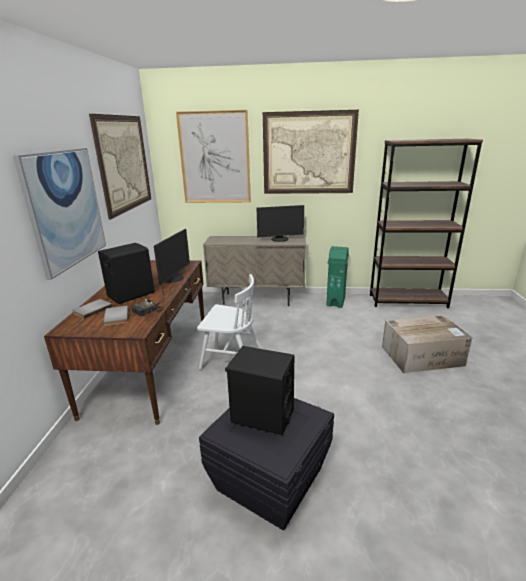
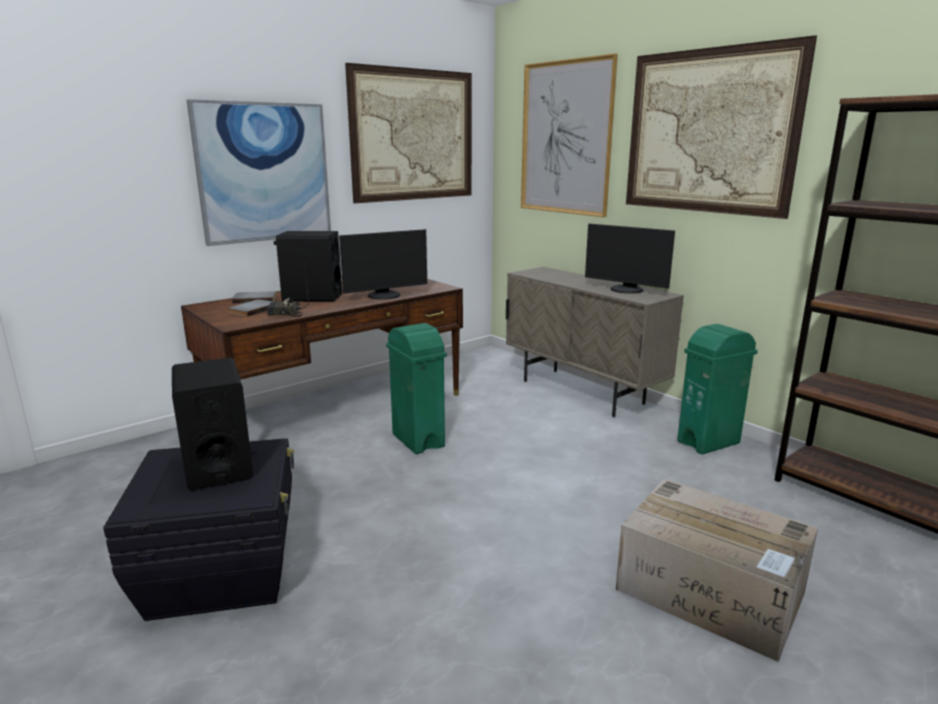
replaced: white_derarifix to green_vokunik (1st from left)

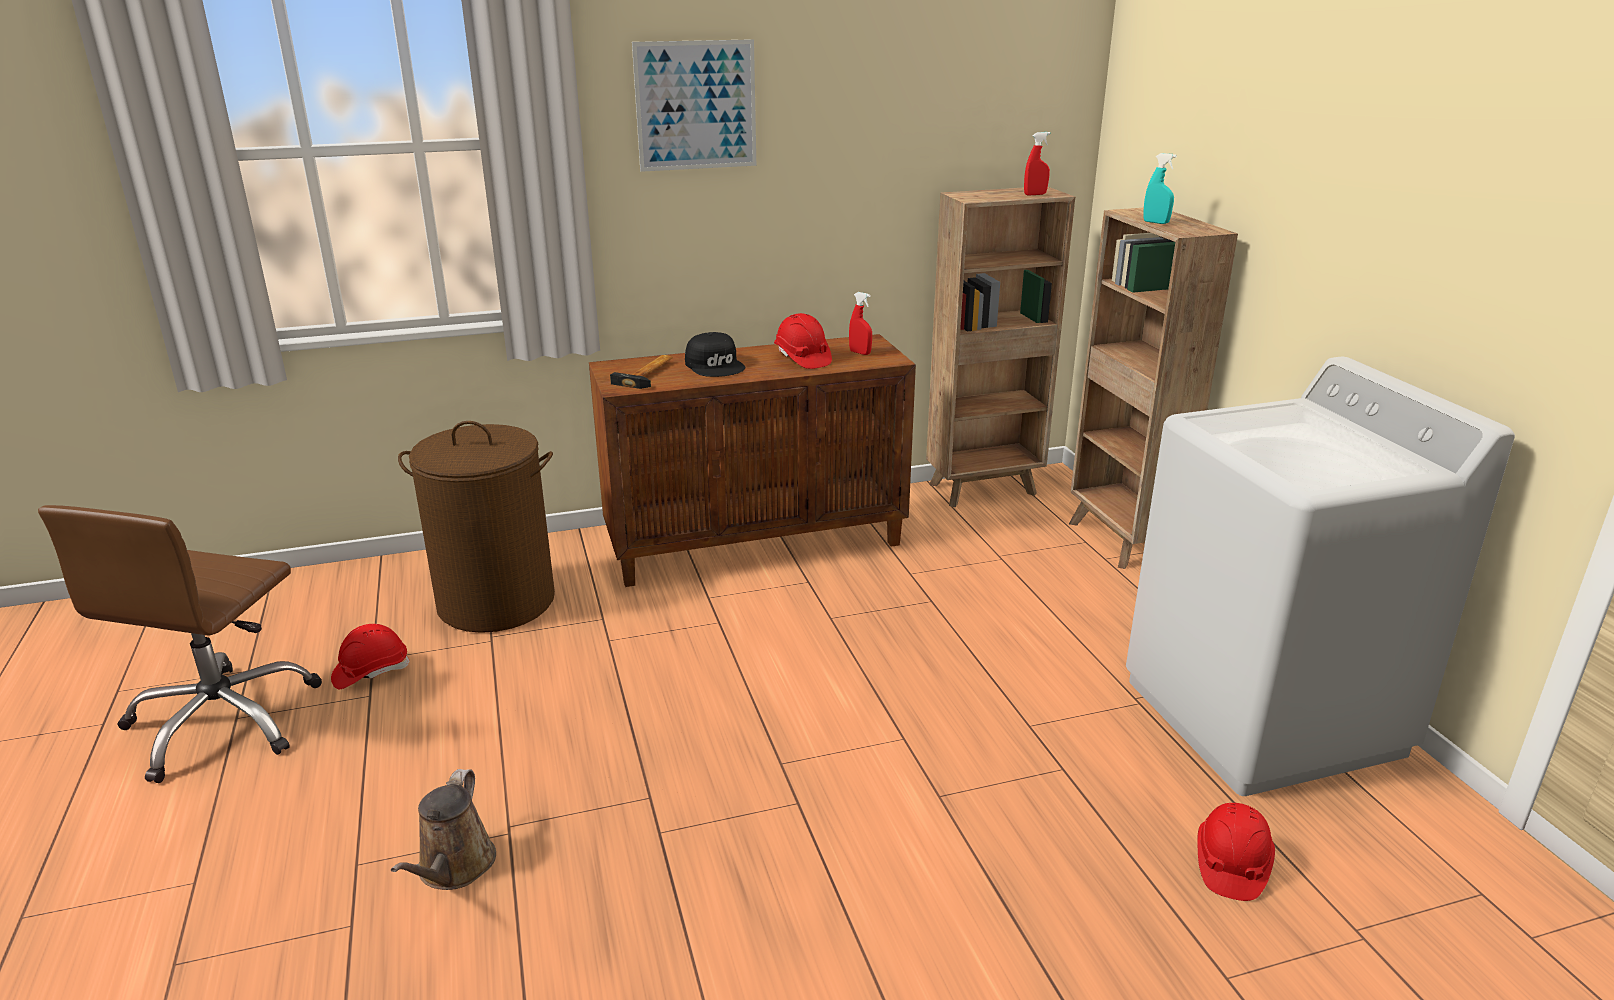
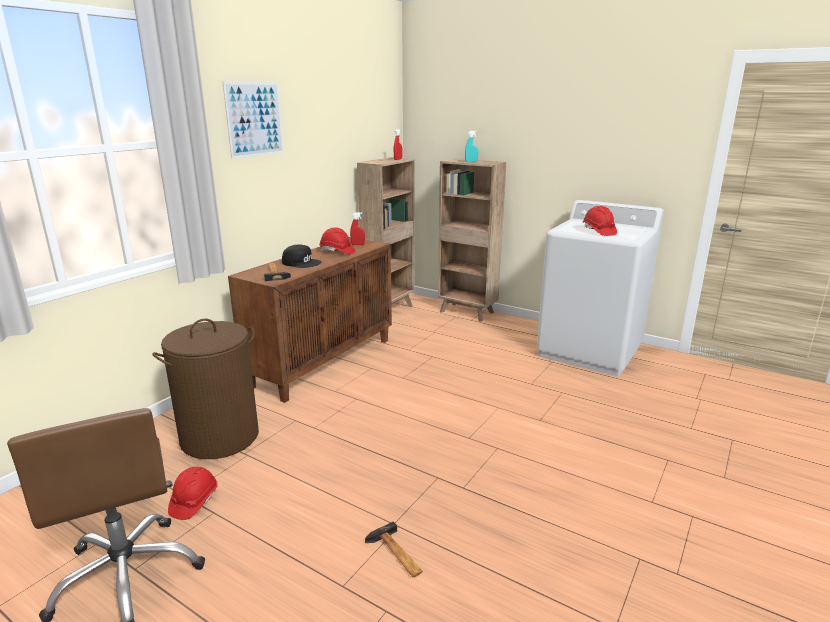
moved: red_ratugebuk (3rd from left)
replaced: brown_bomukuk to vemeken (2nd from left)

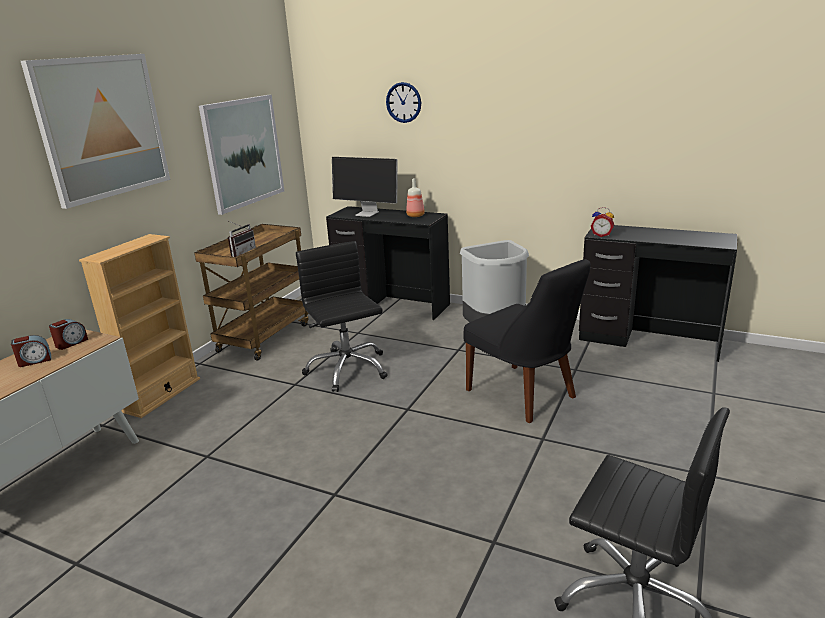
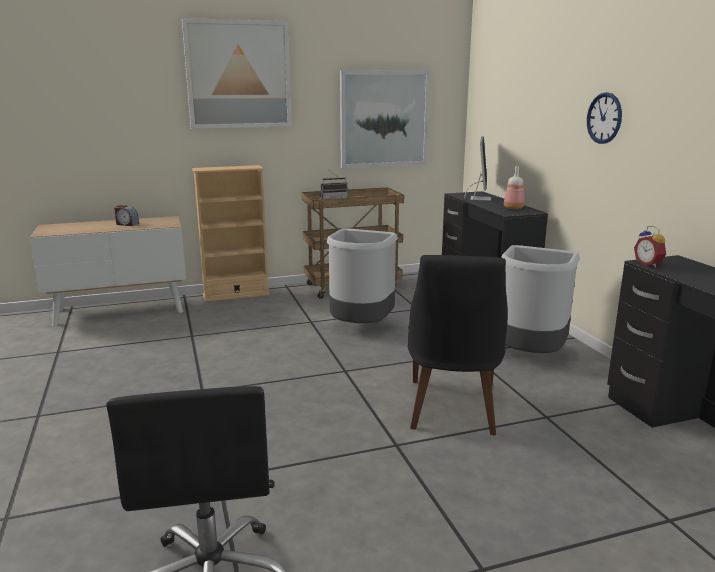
removed: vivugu (2nd from left)
moved: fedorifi
replaced: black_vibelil (1st from left) to grey_vokunik (1st from left)
turned: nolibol 150 degrees counterclockwise

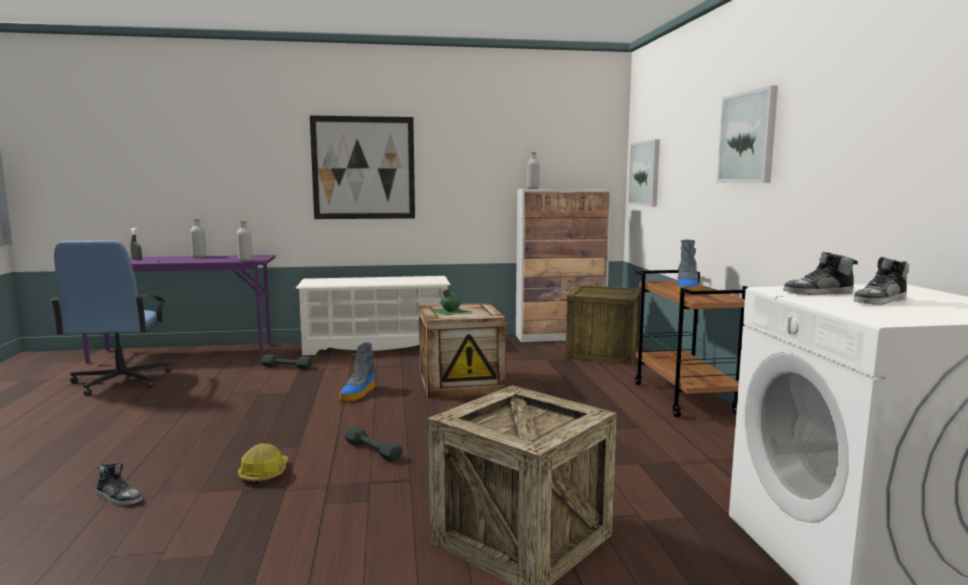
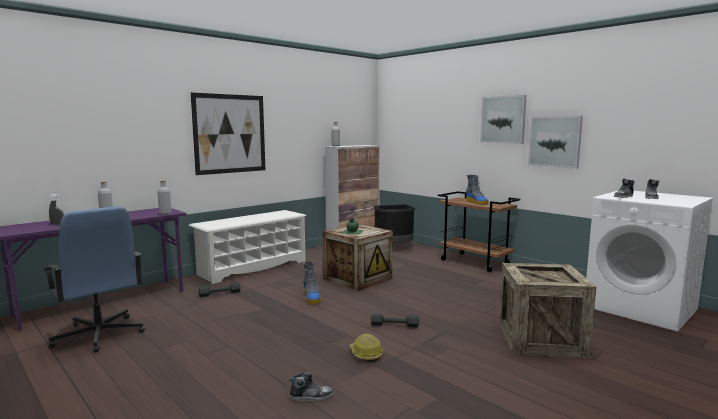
moved: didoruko (2nd from left in the first image) to didoruko (3rd from left)
replaced: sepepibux (3rd from left) to black_vokunik

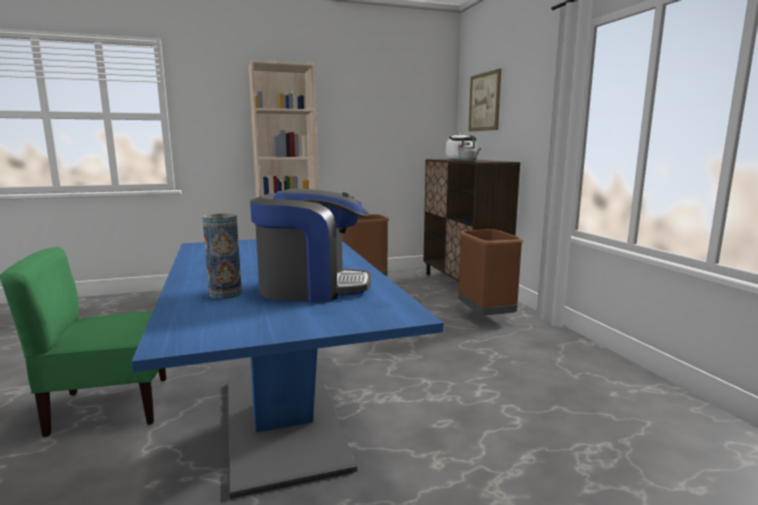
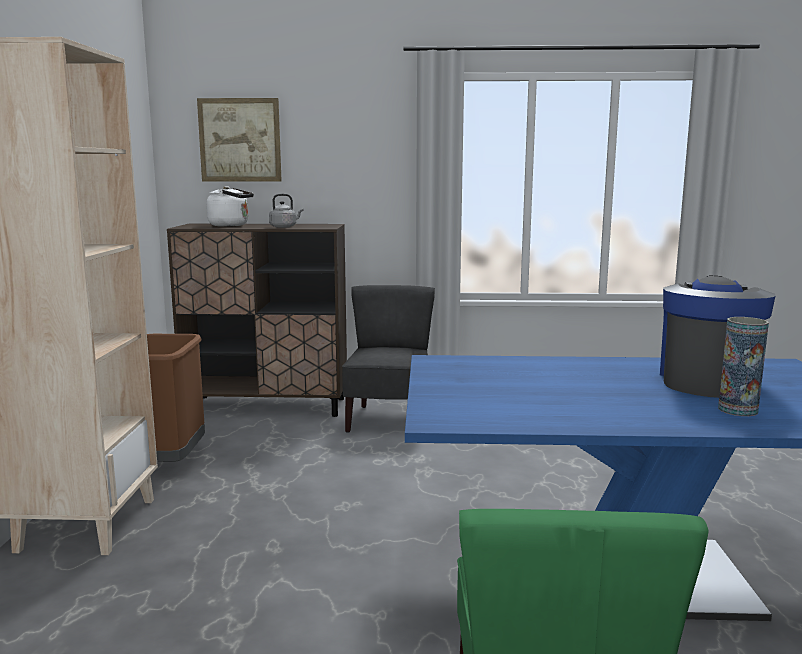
replaced: brown_vokunik (2nd from left) to grey_derarifix

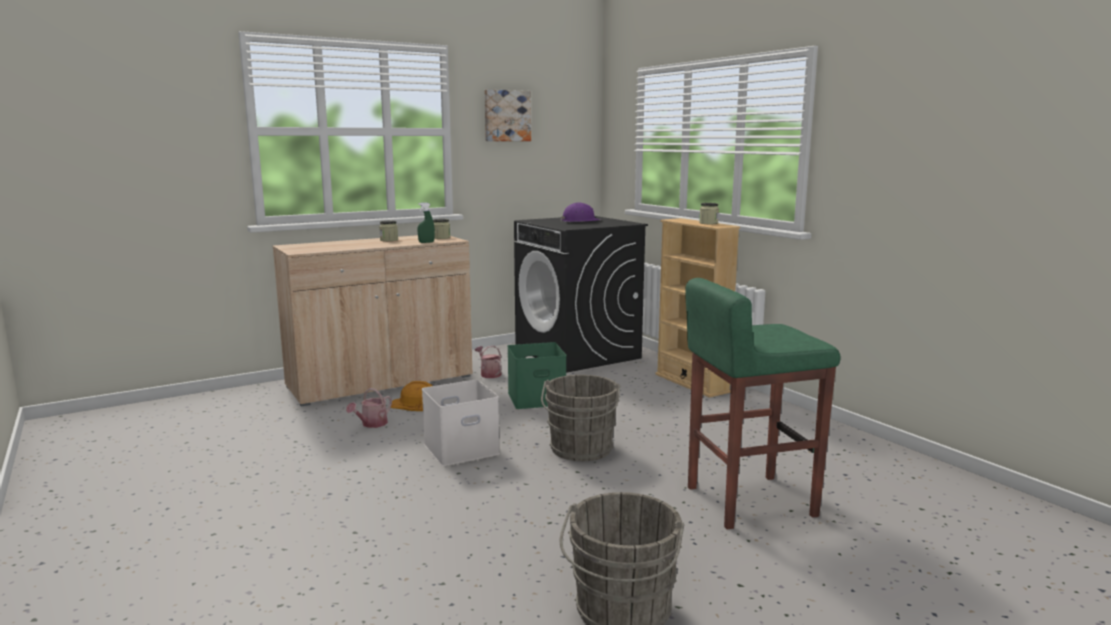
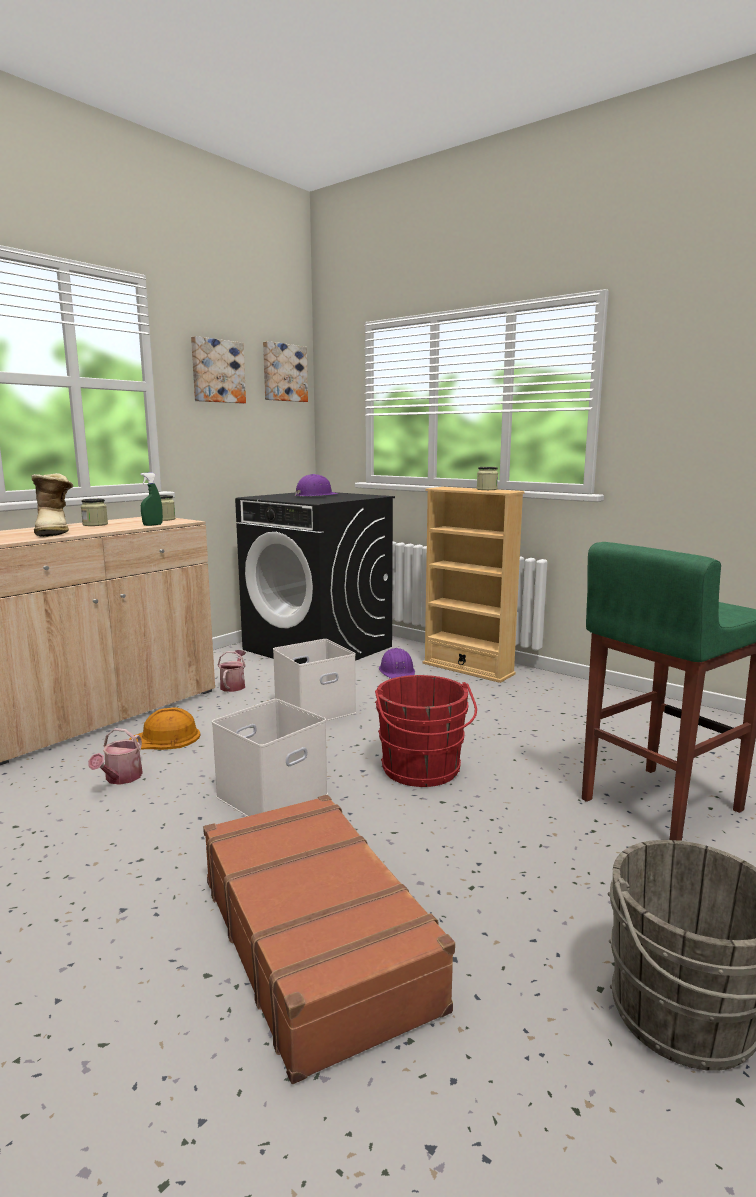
added: didoruko (2nd from left); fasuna; purple_ratugebuk (2nd from left); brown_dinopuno
recoloured: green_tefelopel to white_tefelopel (2nd from left); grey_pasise (1st from left) to red_pasise
turned: bomukuk (2nd from left) 60 degrees clockwise

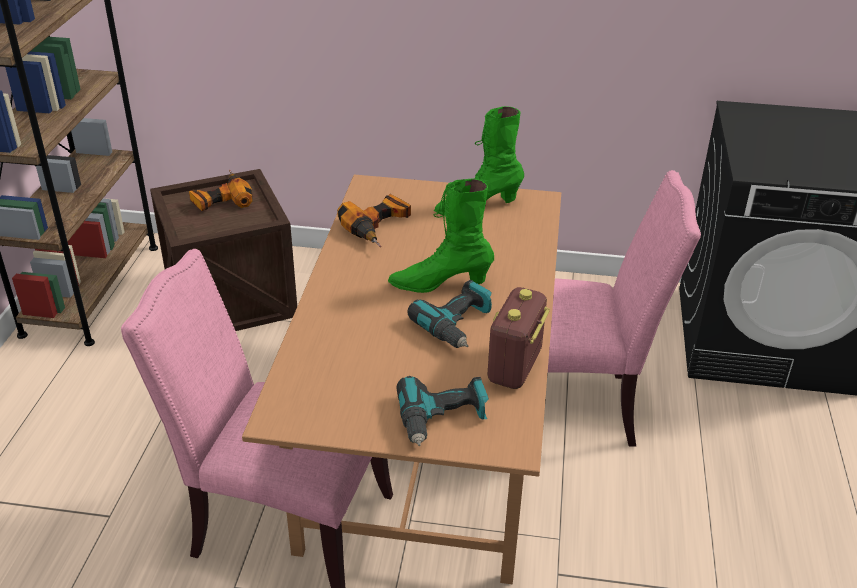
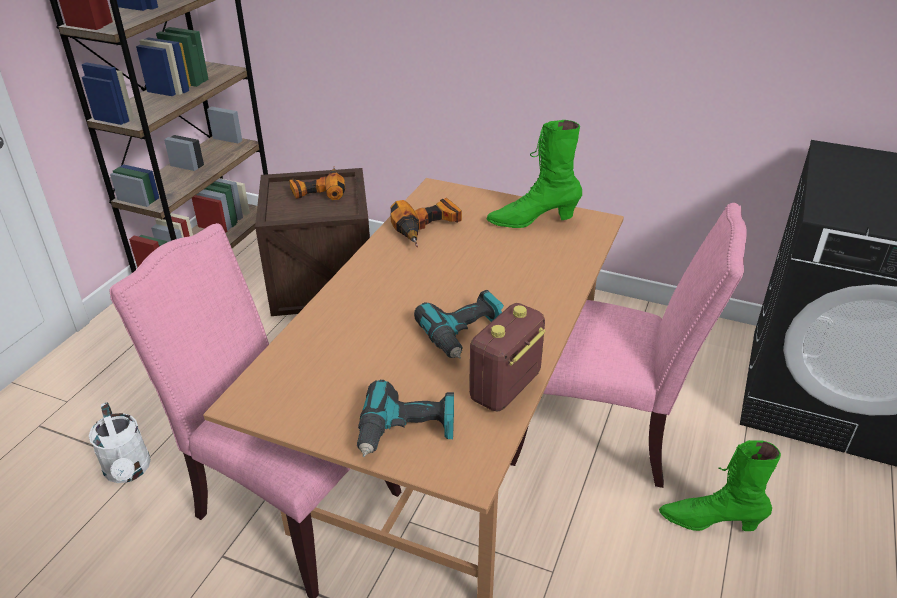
added: white_bomukuk
moved: green_fasuna (1st from left in the first image) to green_fasuna (2nd from left)

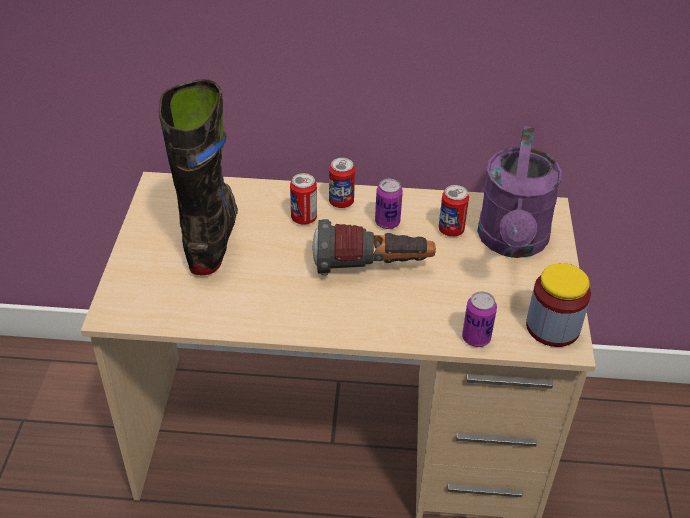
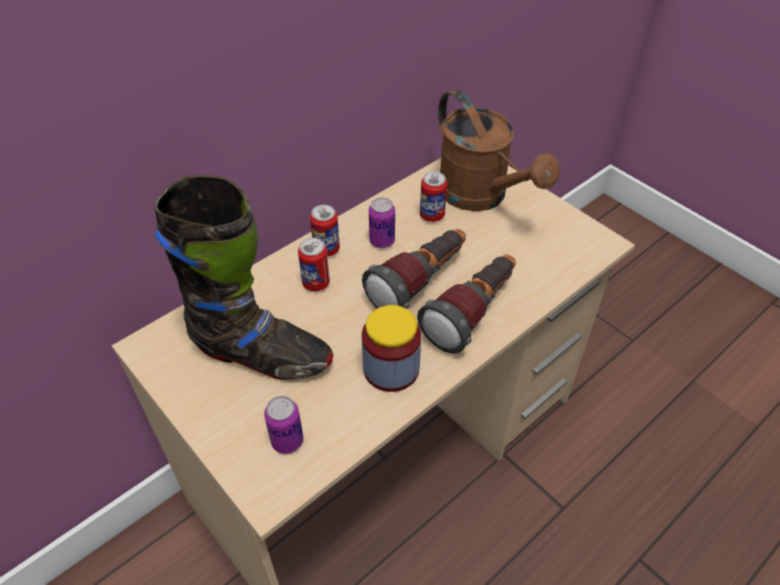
added: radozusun (2nd from left)
moved: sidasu; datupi (5th from left in the first image) to datupi (1st from left)
recoloured: purple_bomukuk to brown_bomukuk
turned: black_fasuna 150 degrees clockwise

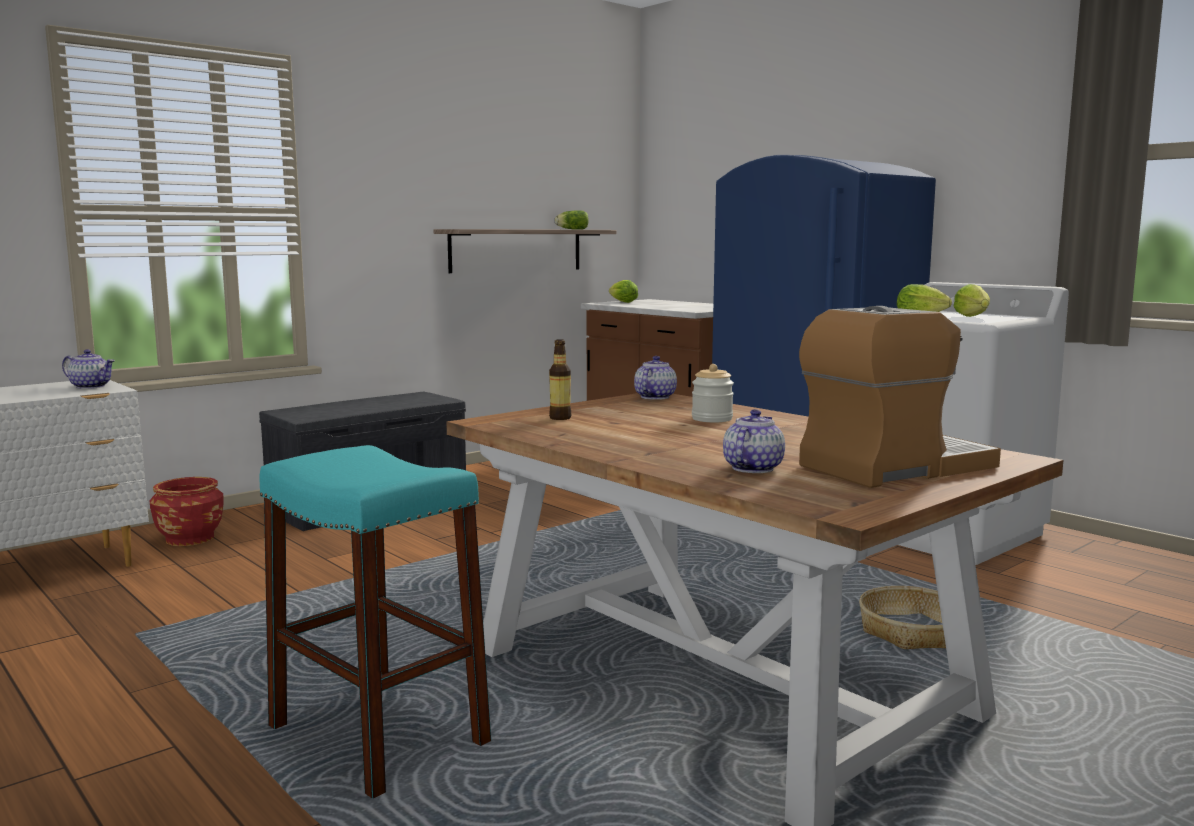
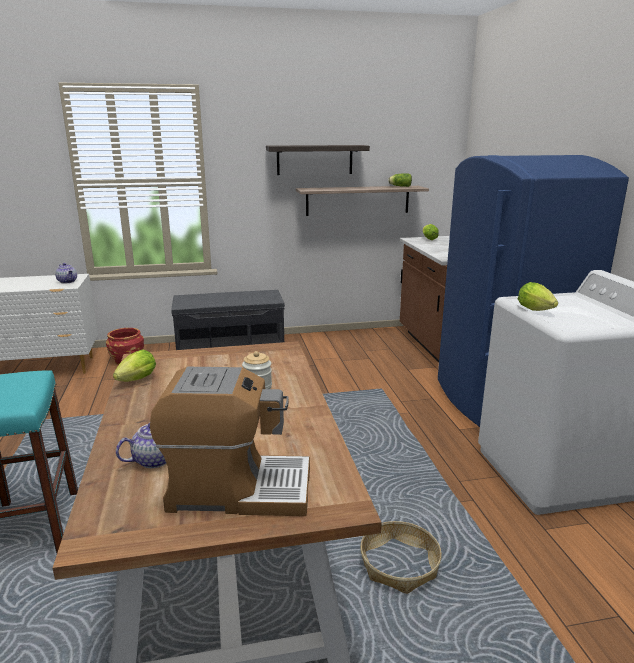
removed: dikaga; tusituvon (2nd from left)
added: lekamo (1st from left)
moved: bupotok (4th from left in the first image) to bupotok (1st from left)

